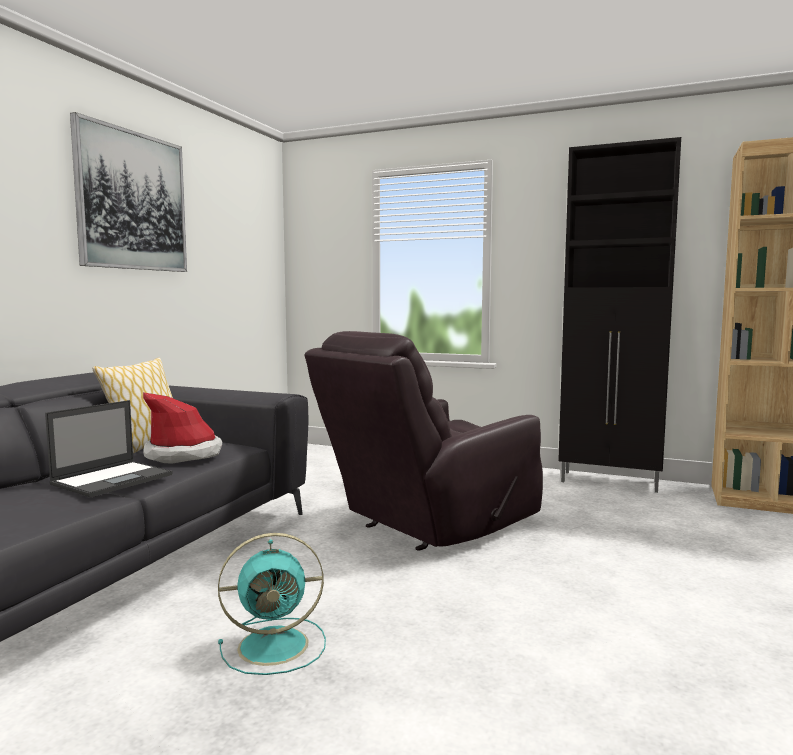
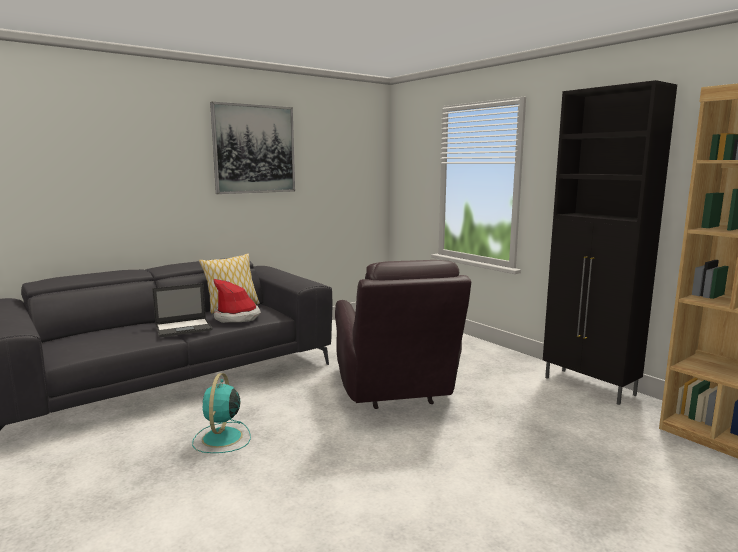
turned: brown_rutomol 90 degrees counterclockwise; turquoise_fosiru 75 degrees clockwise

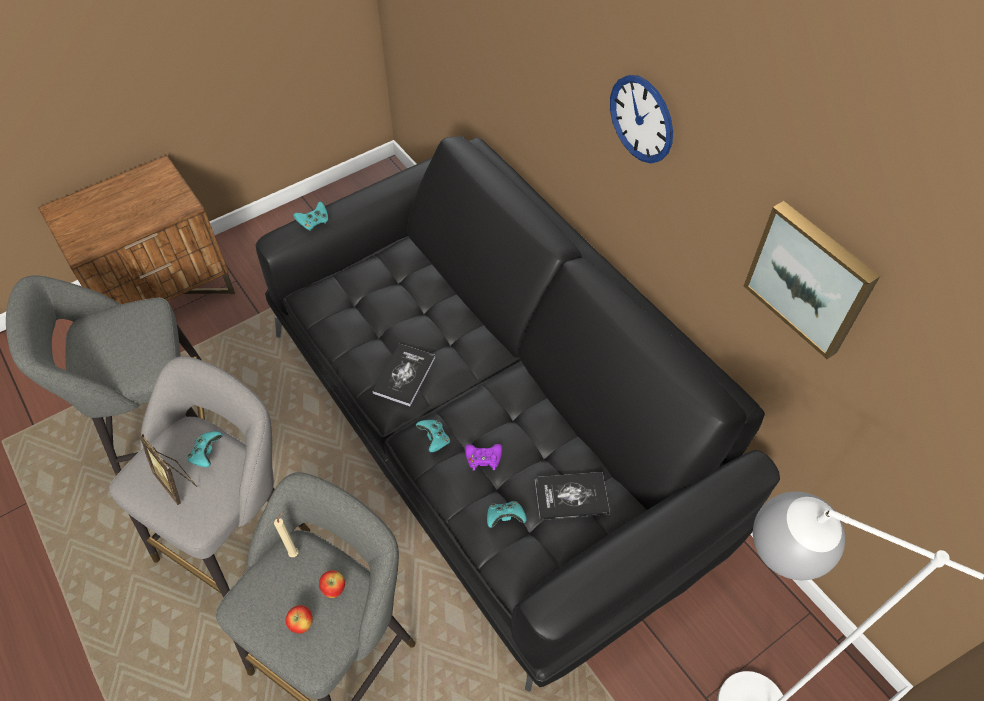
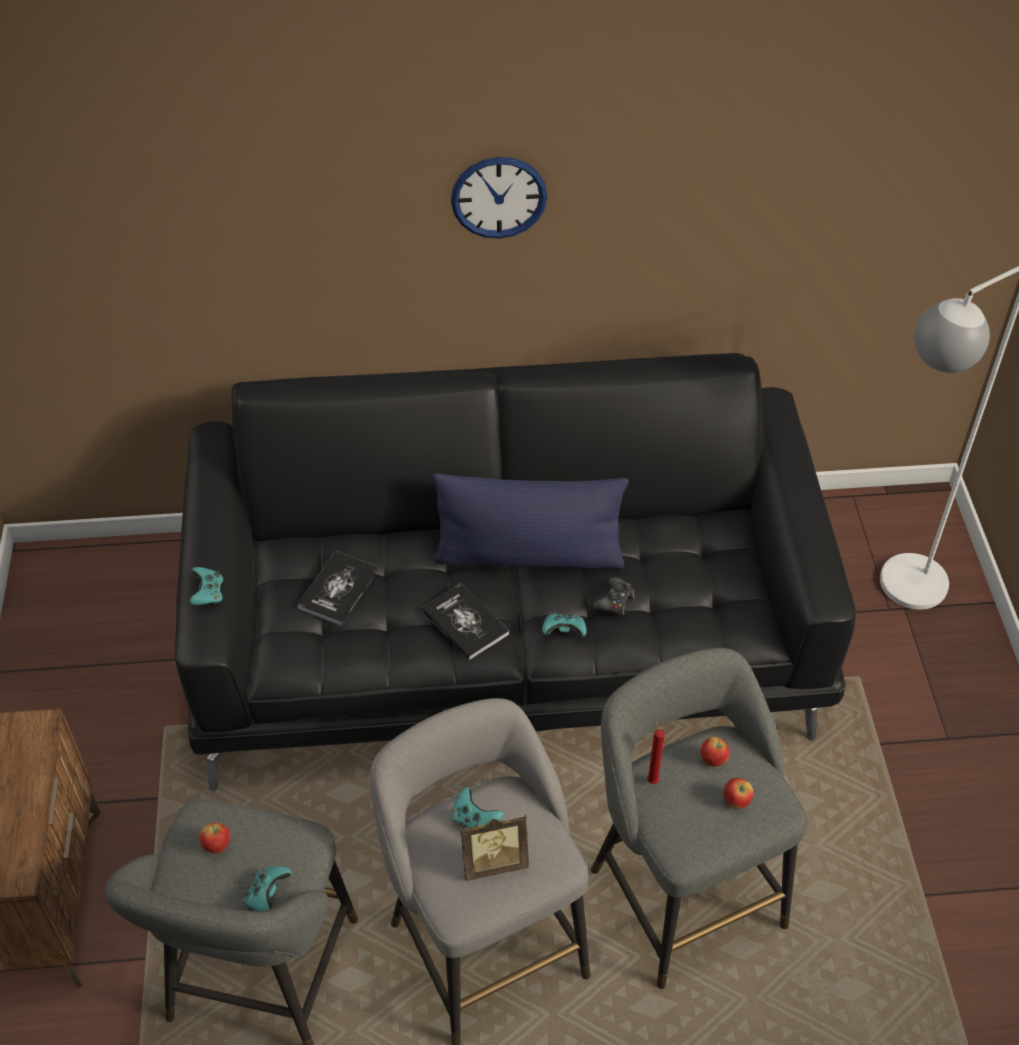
removed: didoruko
added: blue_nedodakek; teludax (1st from left)
moved: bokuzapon (2nd from left in the first image) to bokuzapon (1st from left); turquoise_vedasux (4th from left in the first image) to turquoise_vedasux (2nd from left)
recoloured: purple_vedasux to black_vedasux; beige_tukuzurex to red_tukuzurex

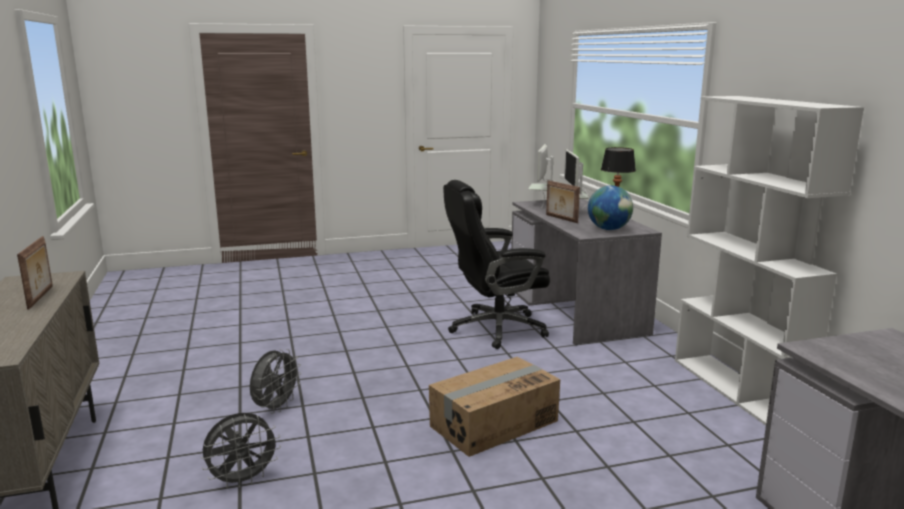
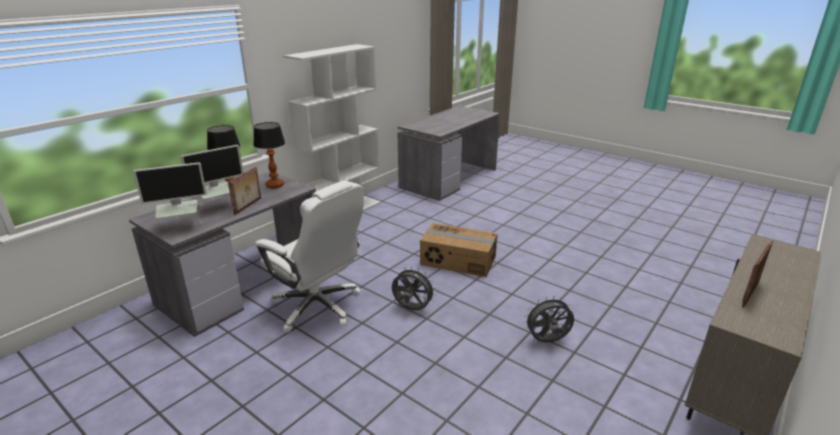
moved: grey_fosiru (1st from left)
replaced: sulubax to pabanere (2nd from left)
recoloured: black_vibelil to white_vibelil

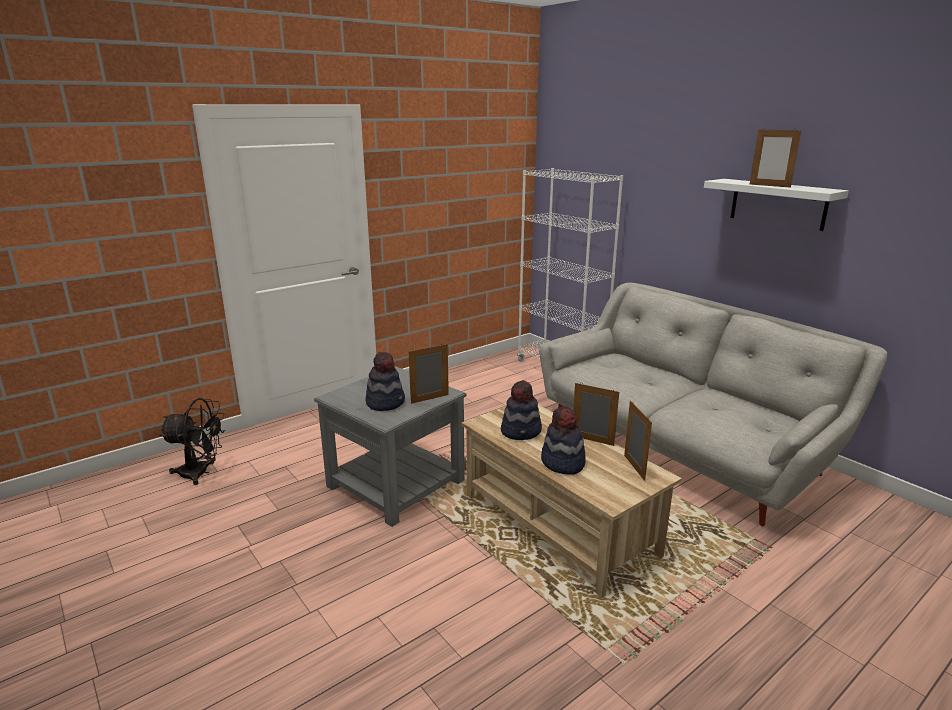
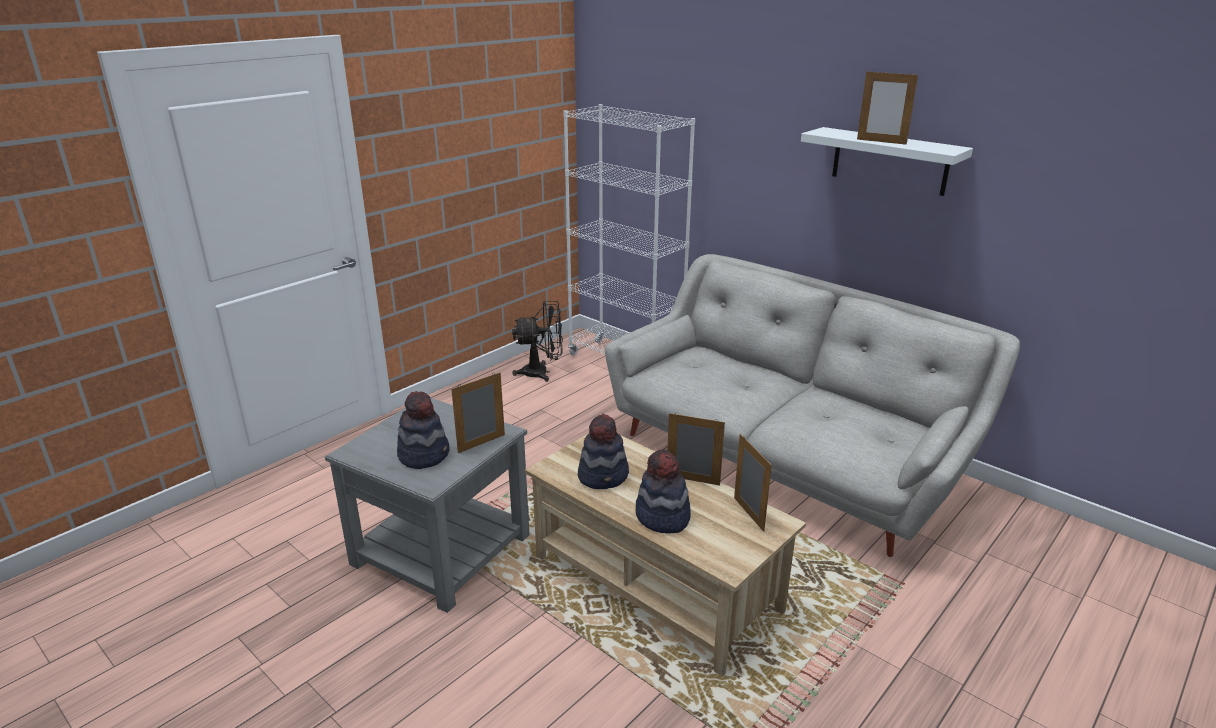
moved: black_fosiru

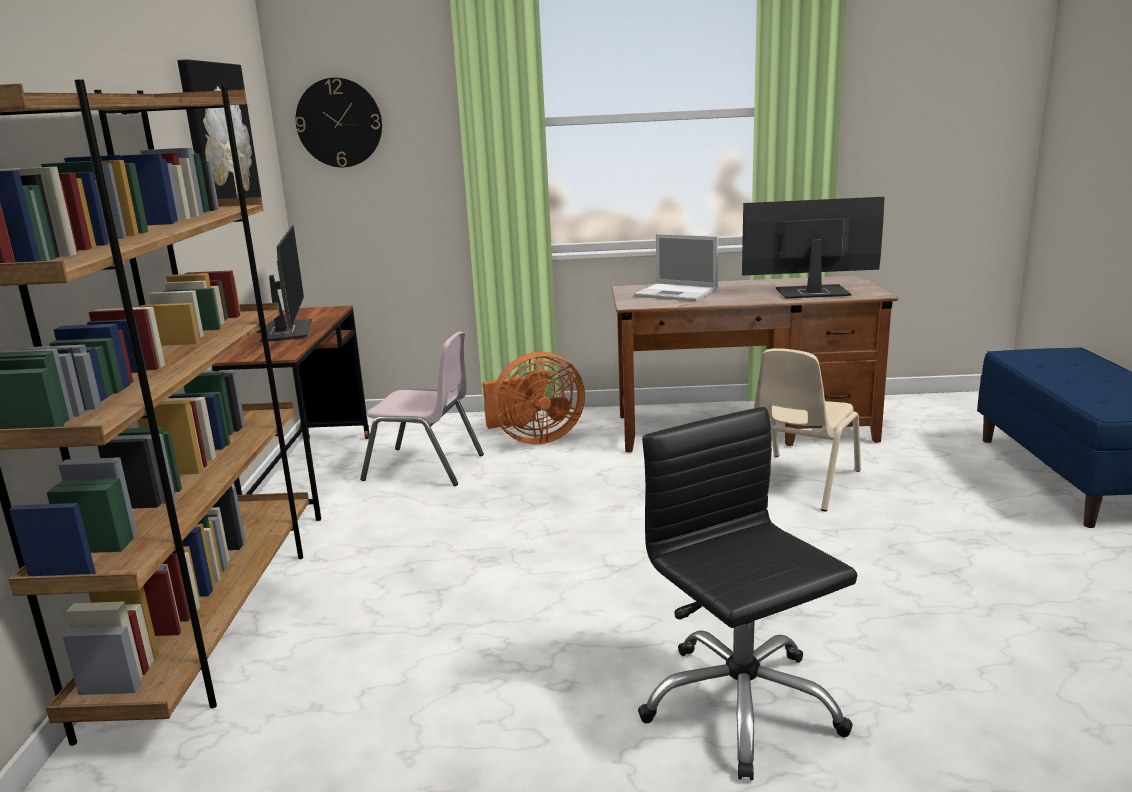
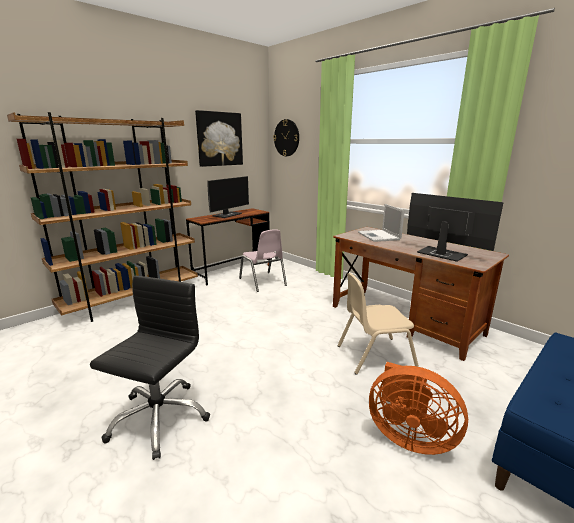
moved: orange_fosiru

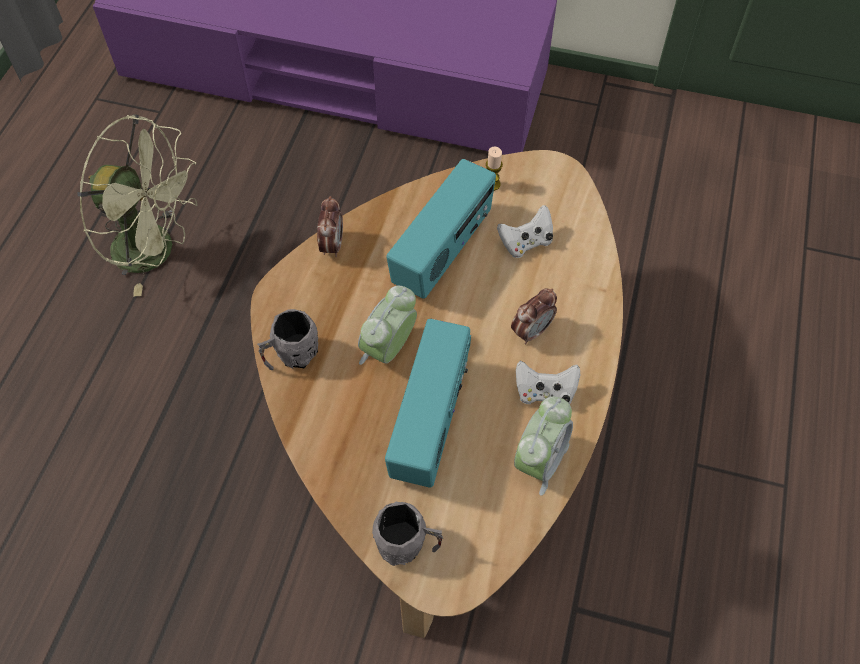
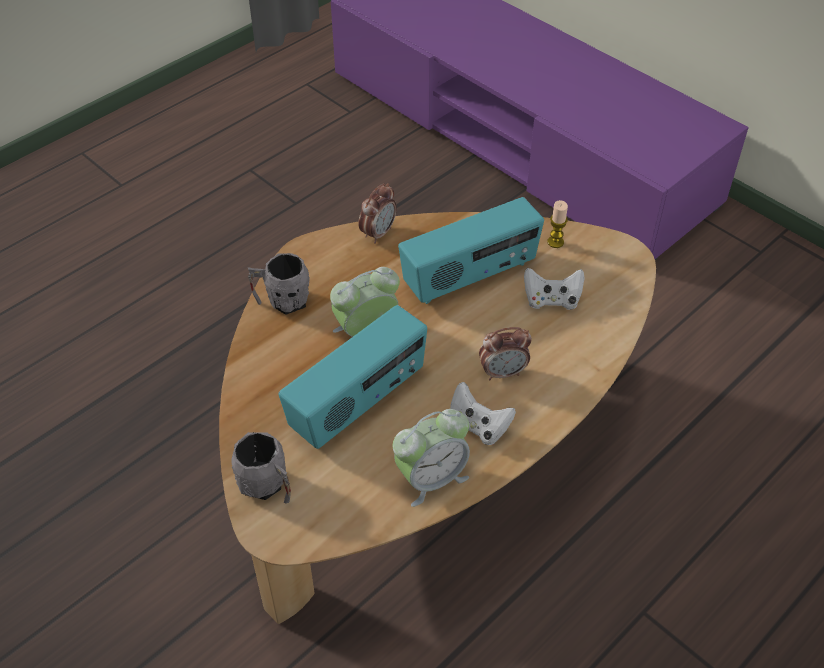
removed: green_fosiru

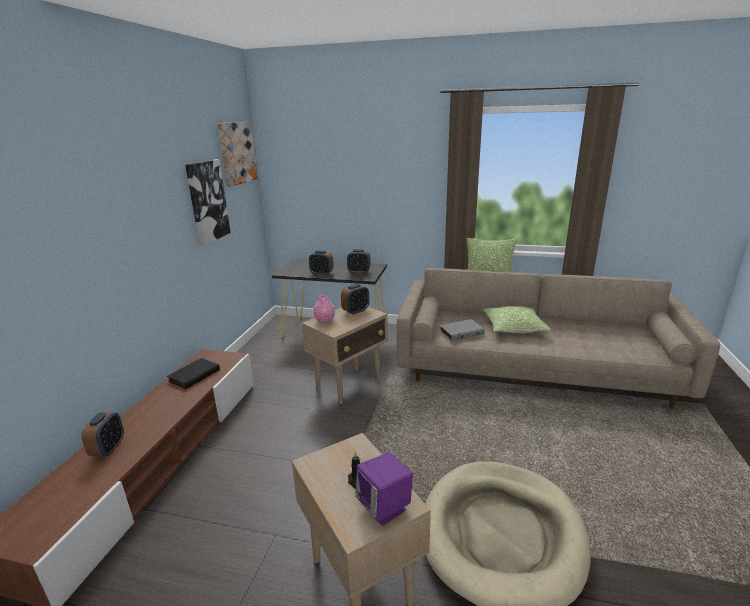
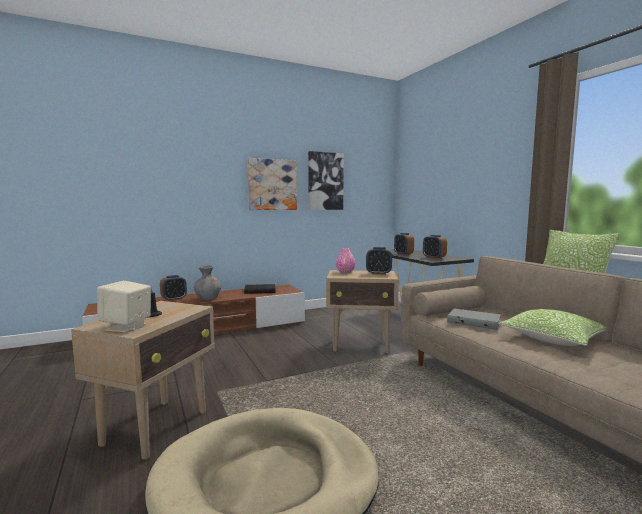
added: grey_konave
moved: didoruko (2nd from left in the first image) to didoruko (1st from left)
recoloured: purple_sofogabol to beige_sofogabol

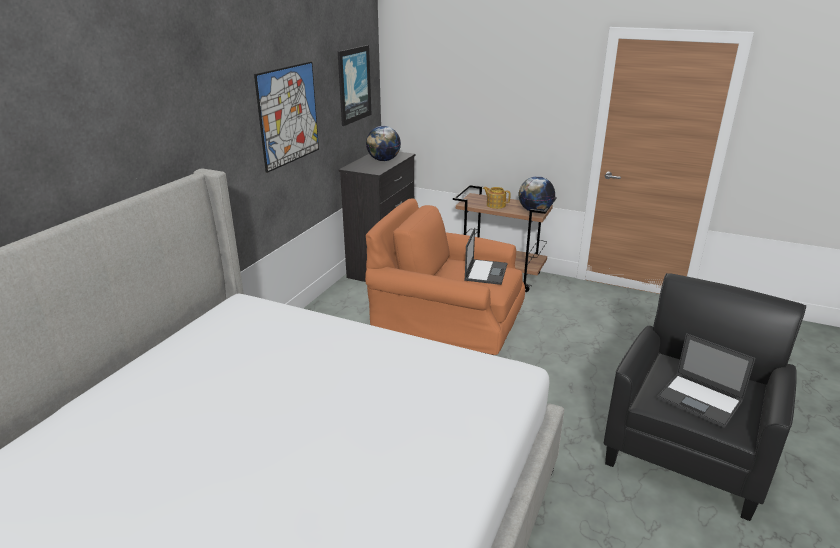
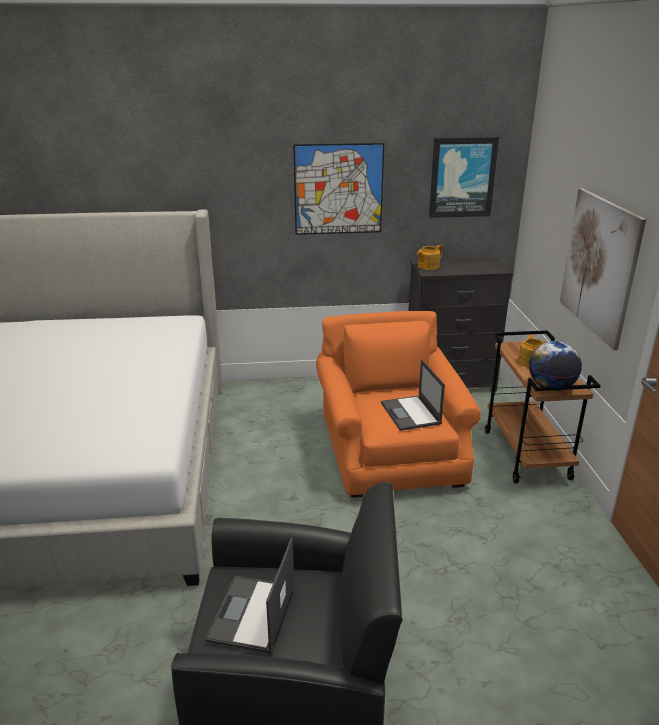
removed: sulubax (1st from left)
added: didoruko (3rd from left); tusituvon (1st from left)
turned: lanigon (1st from left in the first image) 90 degrees clockwise

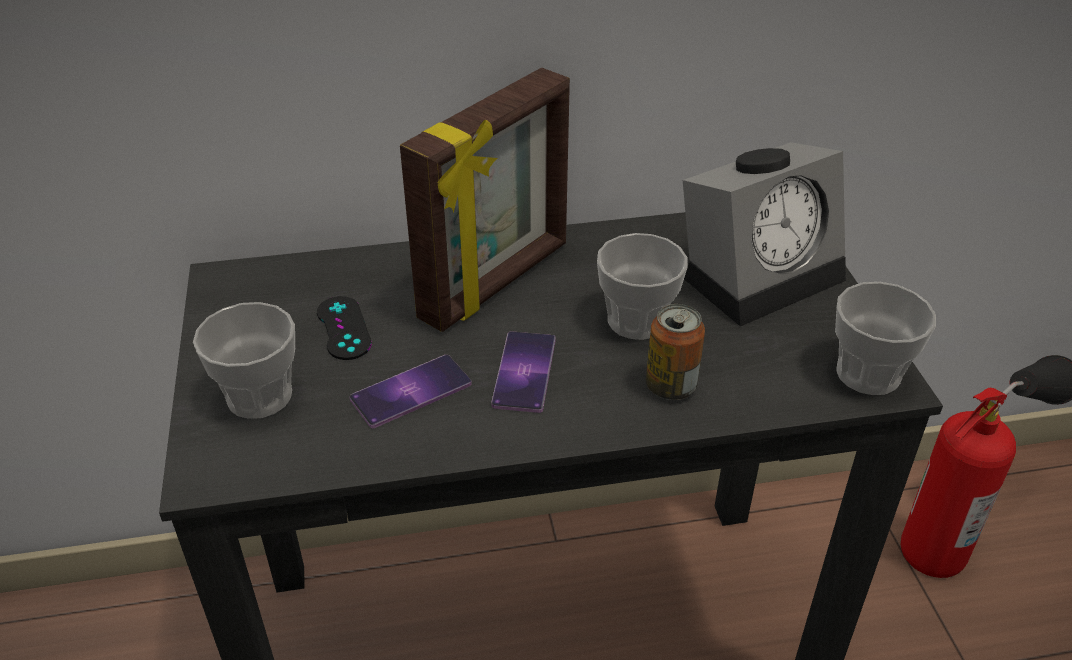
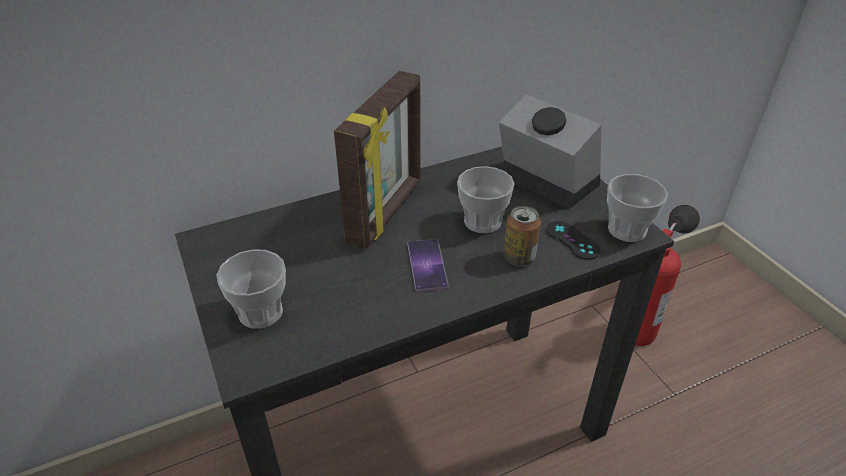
removed: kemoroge (1st from left)
moved: black_vedasux
turned: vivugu 90 degrees counterclockwise

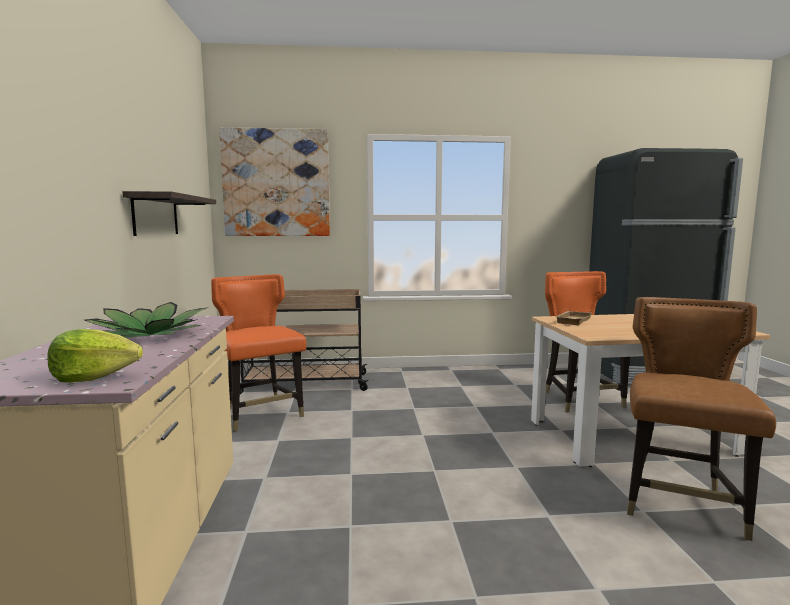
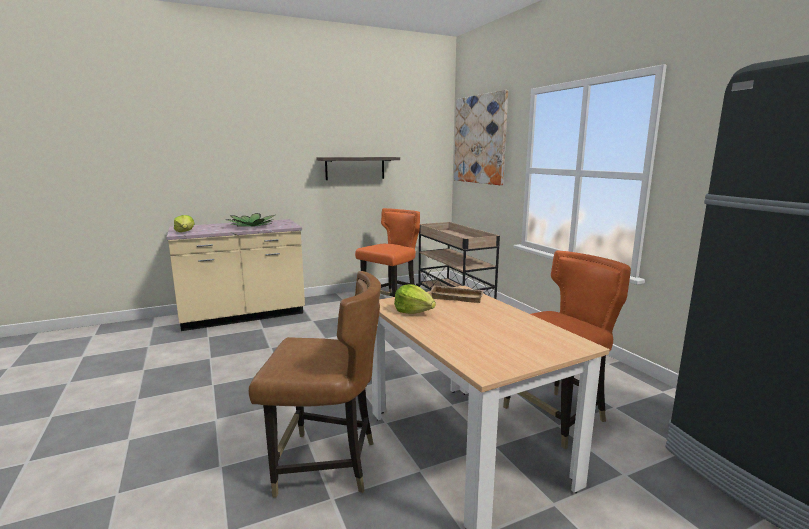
added: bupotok (2nd from left)

